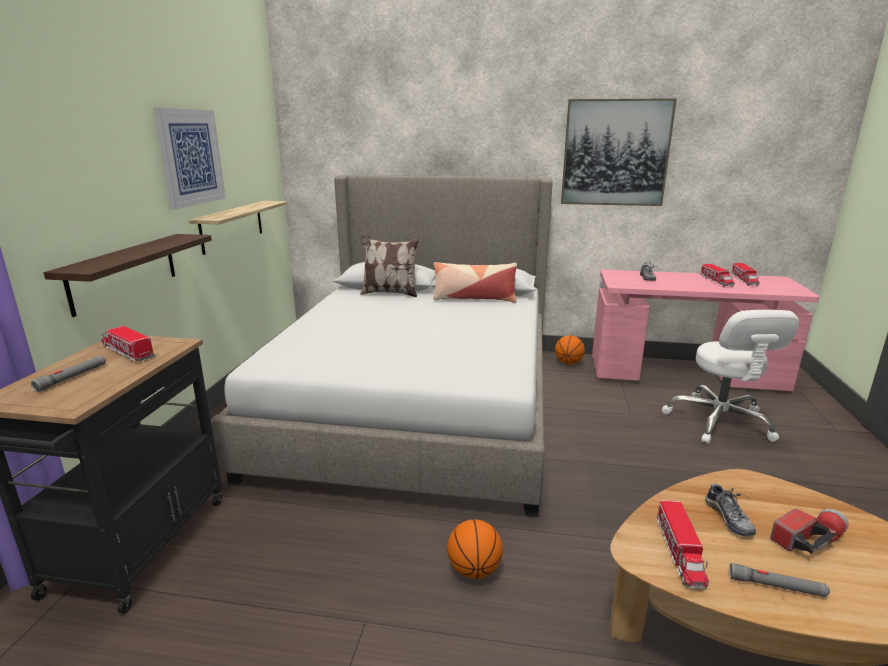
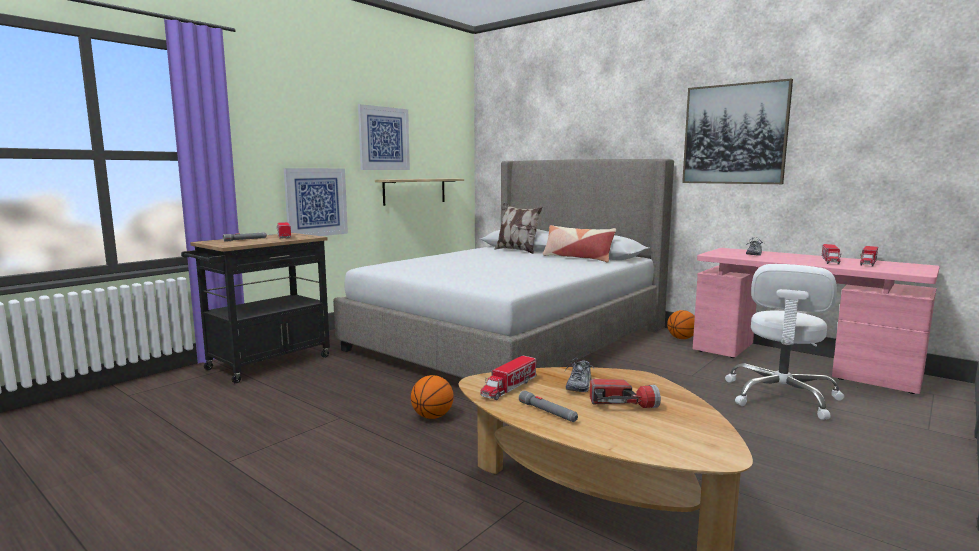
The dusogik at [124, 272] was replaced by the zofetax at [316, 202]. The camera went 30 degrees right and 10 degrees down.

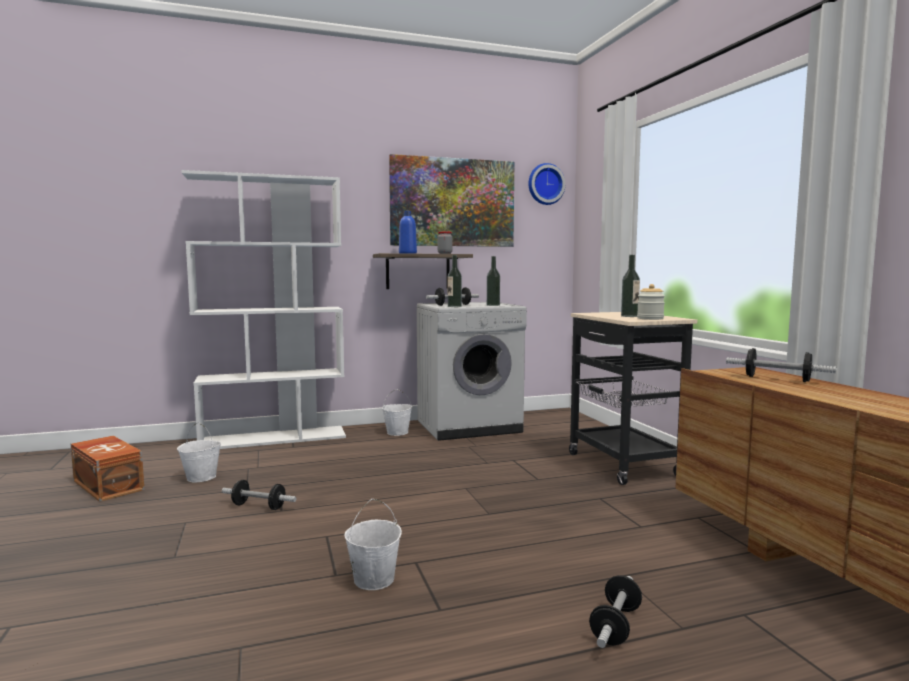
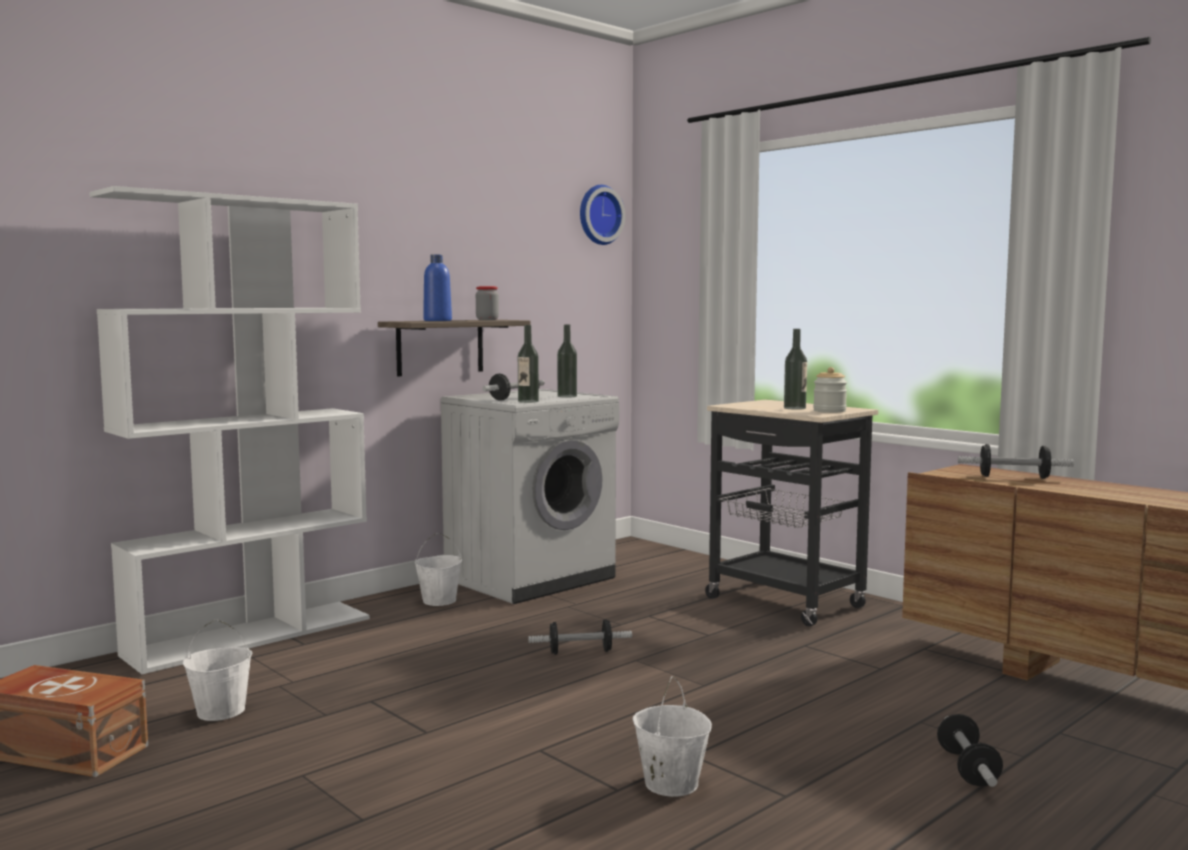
The zofetax at [452, 202] disappeared. The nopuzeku moved from [259, 506] to [580, 652]. The camera went 25 degrees left and 0 degrees up.

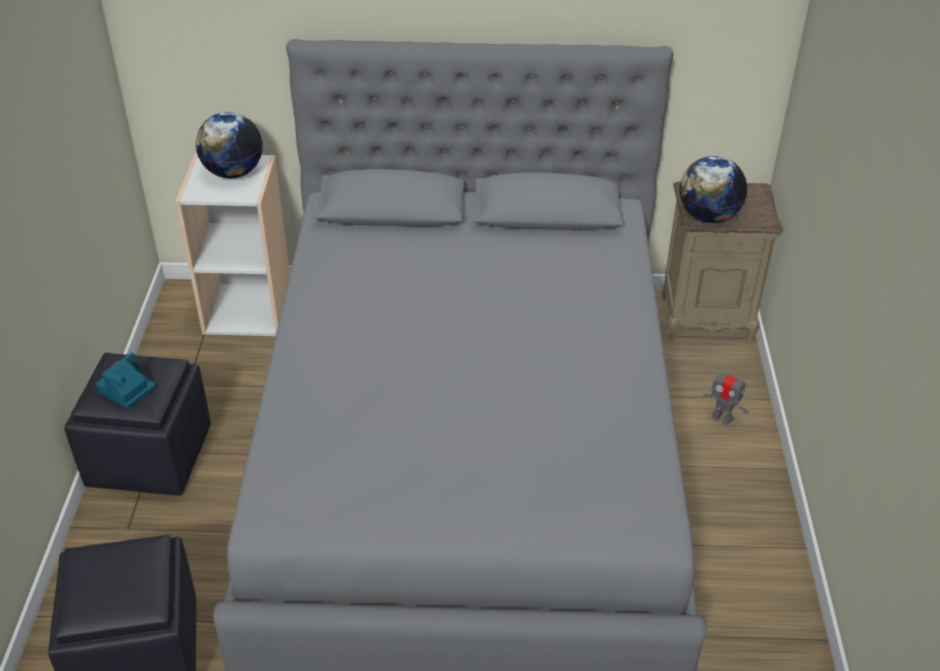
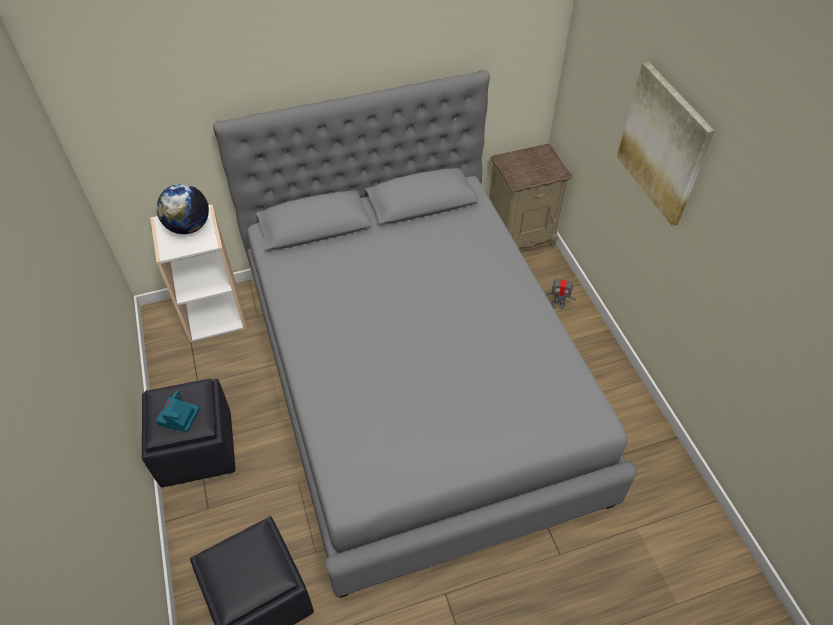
The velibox at [707, 216] disappeared. The zofetax at [663, 144] appeared. The camera went 20 degrees left and 10 degrees up.

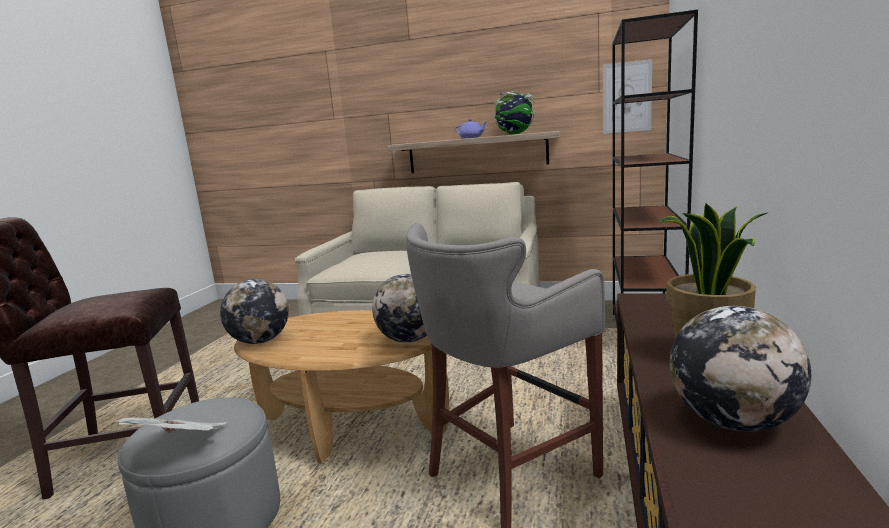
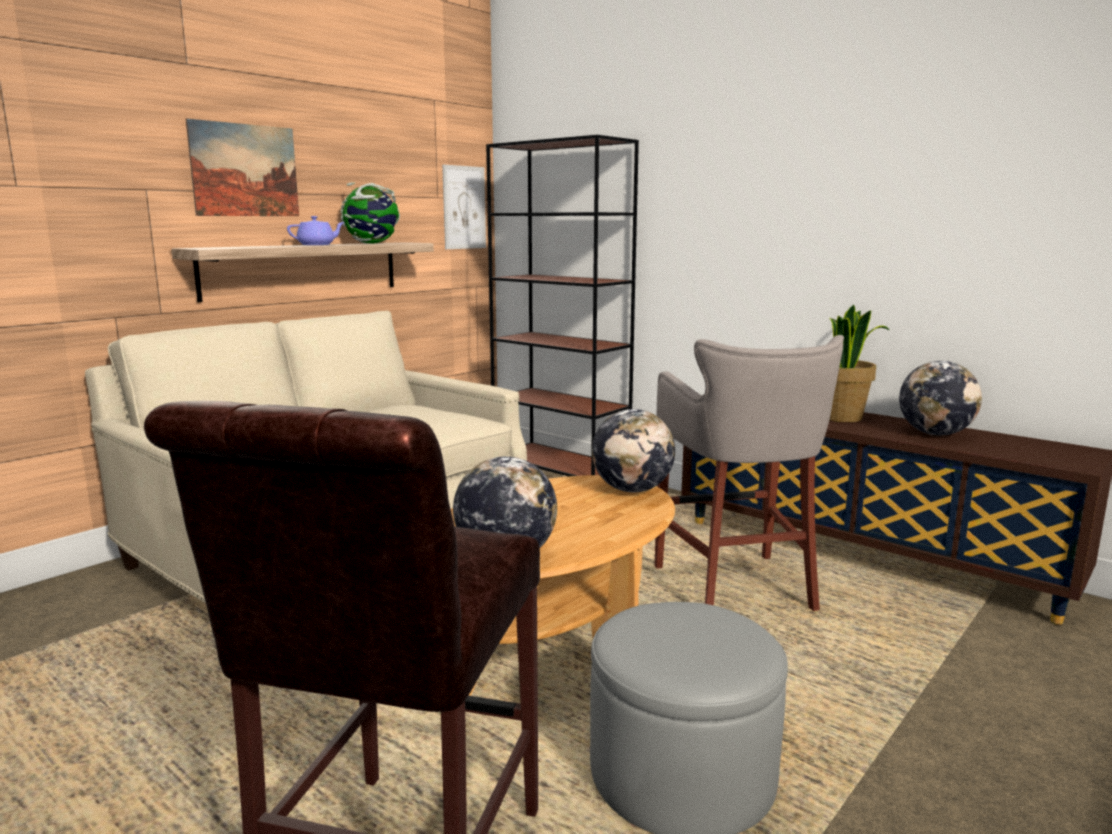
The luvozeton at [180, 445] disappeared. The zofetax at [245, 170] appeared. The camera went 65 degrees left and 0 degrees up.

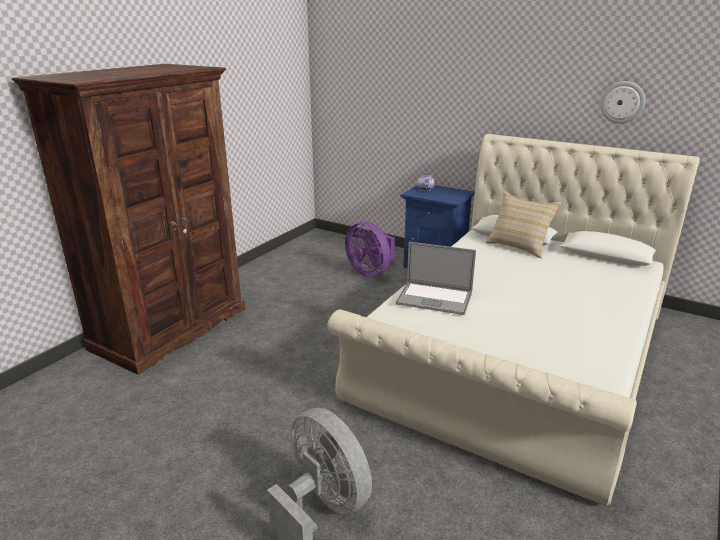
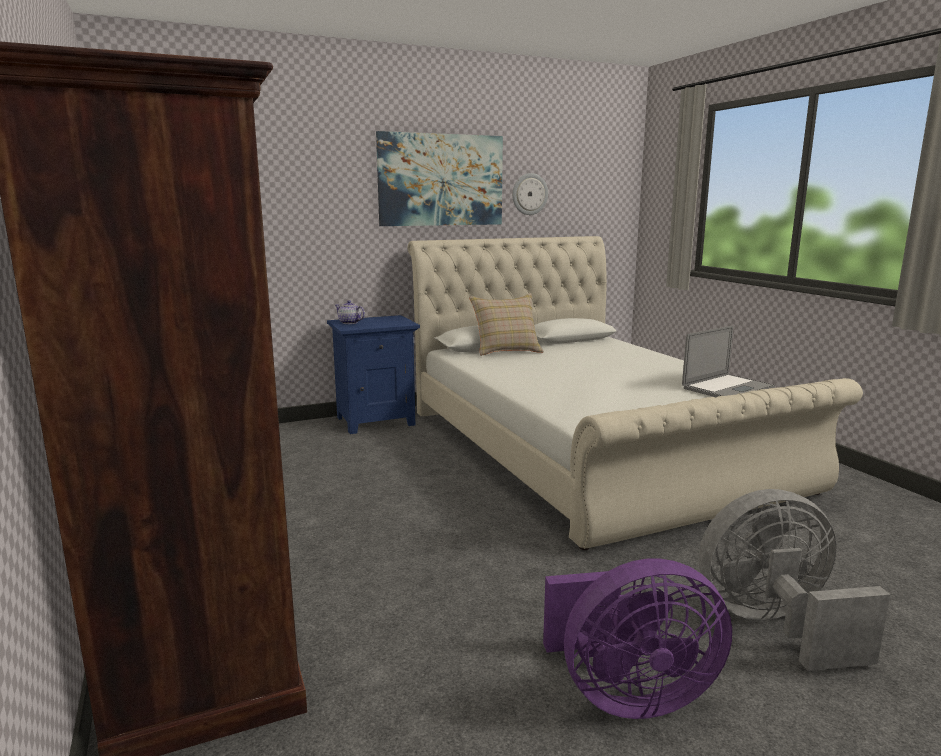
The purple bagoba moved from [370, 272] to [627, 695]. The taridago moved from [434, 298] to [728, 388]. The zofetax at [441, 180] appeared. The camera went 55 degrees left and 10 degrees down.

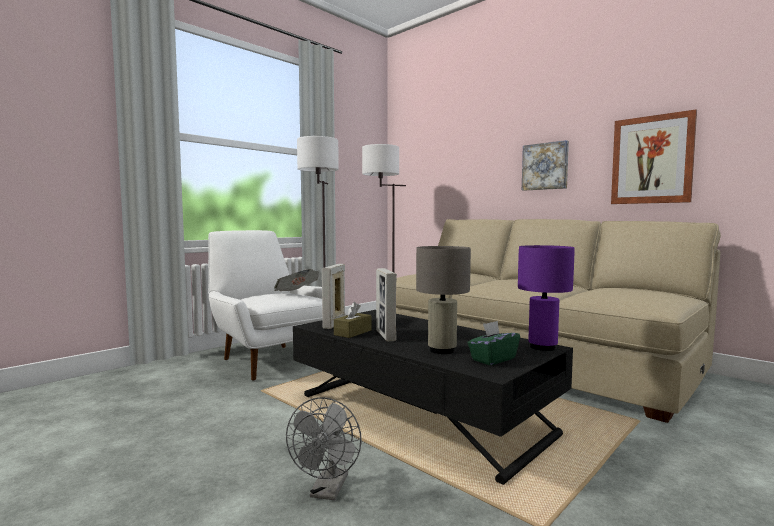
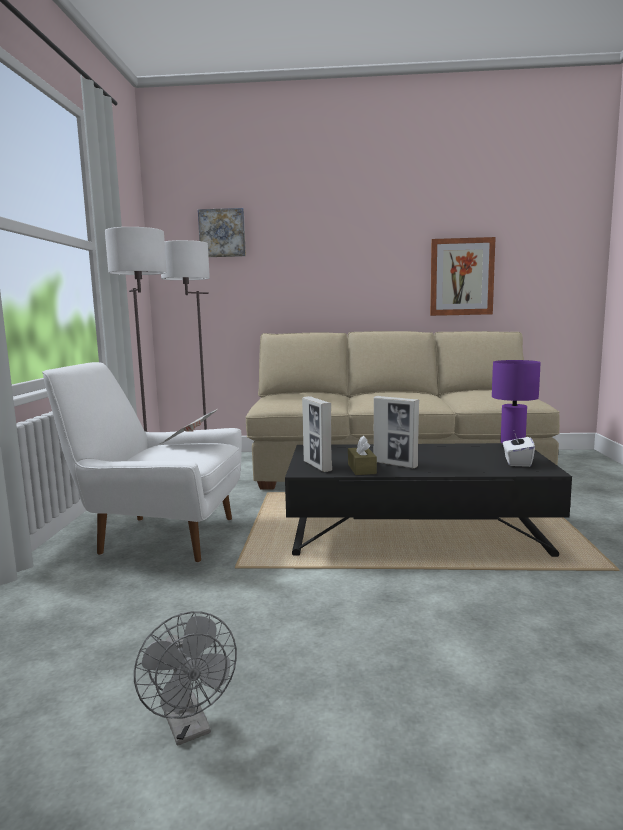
The zofetax moved from [545, 166] to [222, 233]. The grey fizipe at [441, 350] disappeared. The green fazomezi at [493, 359] became the white fazomezi at [517, 462]. The grey bagoba moved from [327, 491] to [190, 728]. The camera went 40 degrees left and 5 degrees up.

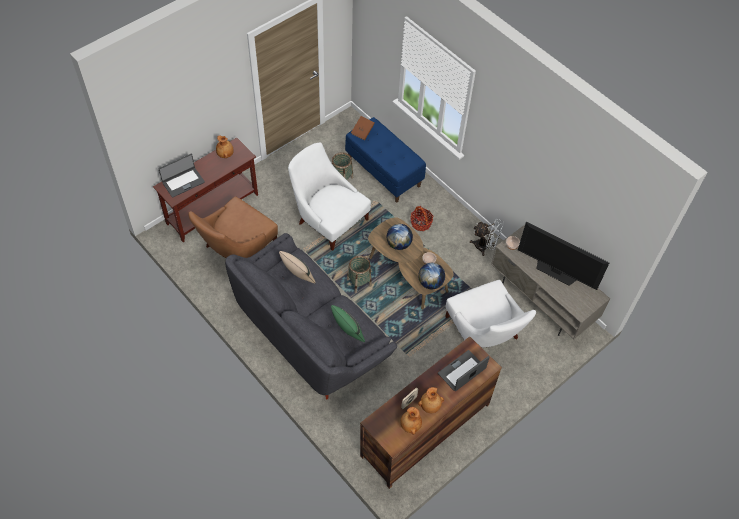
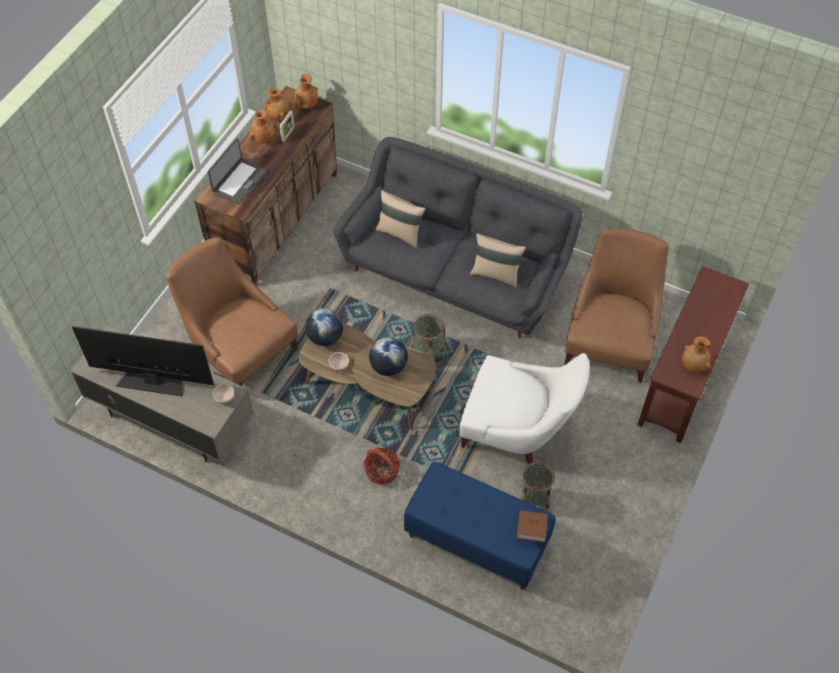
The taridago at [183, 182] disappeared. The white bagoba at [485, 247] disappeared. The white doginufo at [485, 333] became the brown doginufo at [239, 346]. The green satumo at [347, 332] became the beige satumo at [400, 233]. The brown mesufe at [306, 104] appeared. The camera went 160 degrees right and 0 degrees up.

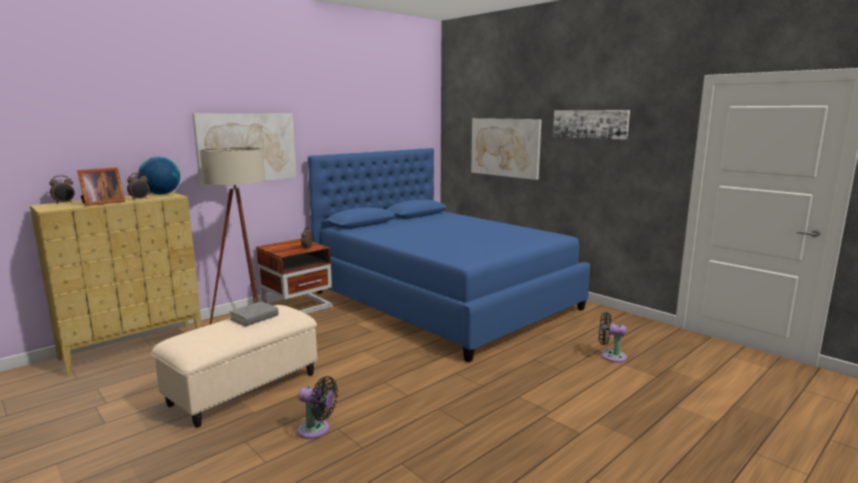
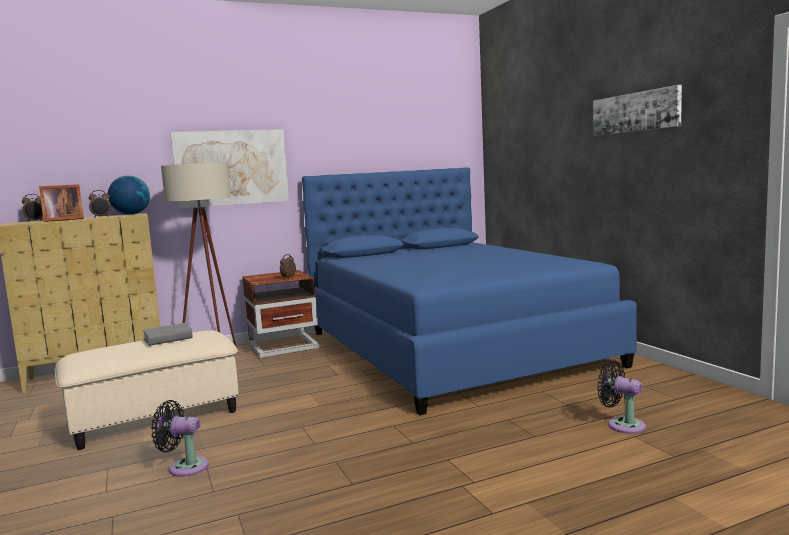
The zofetax at [505, 147] disappeared. The black bagoba at [317, 430] turned 150 degrees clockwise. The camera went 20 degrees right and 5 degrees down.

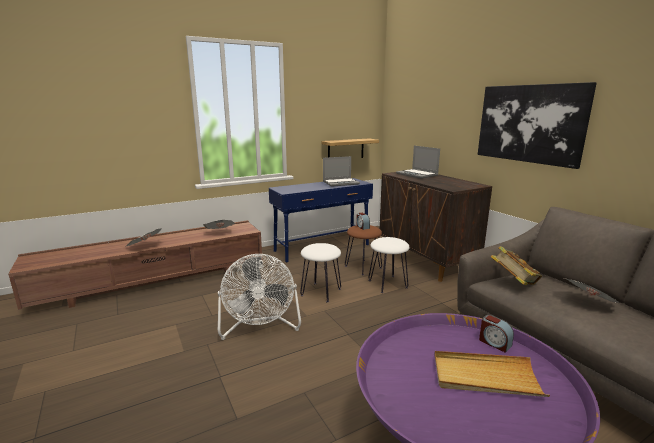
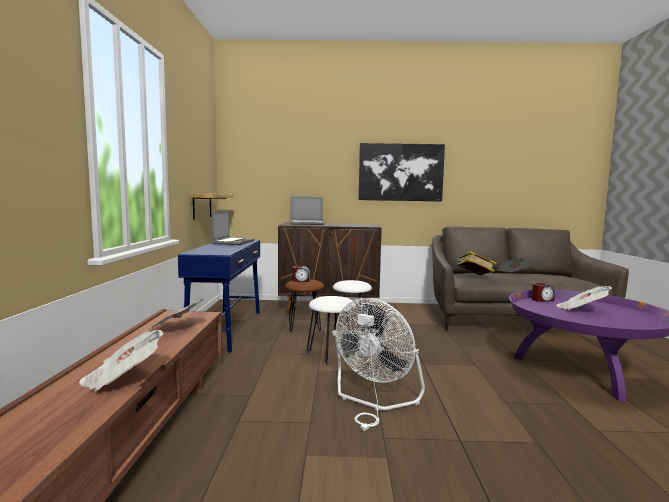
The white bagoba at [257, 326] turned 75 degrees counterclockwise. The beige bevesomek at [485, 377] was replaced by the luvozeton at [581, 309]. The camera went 60 degrees left and 10 degrees down.

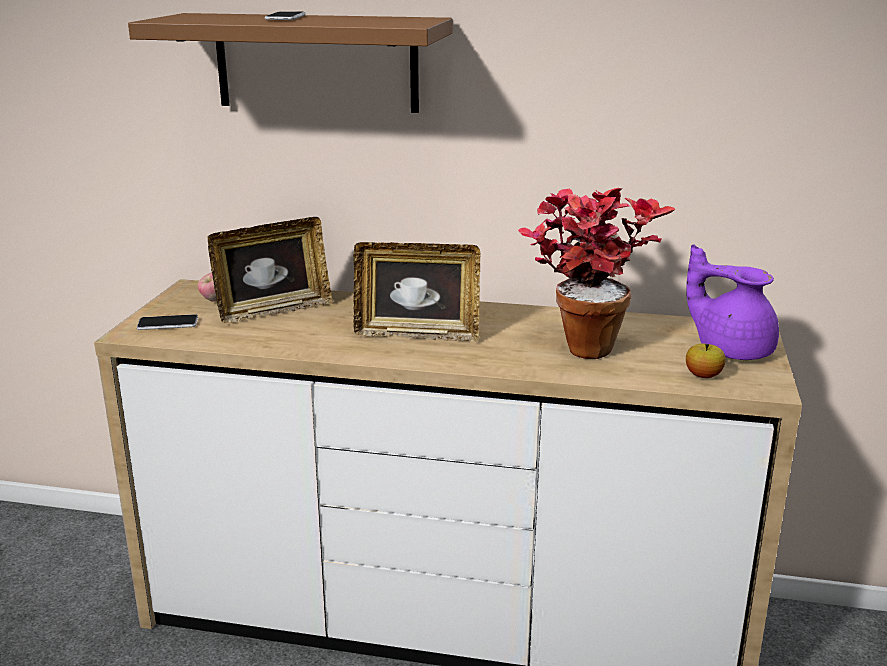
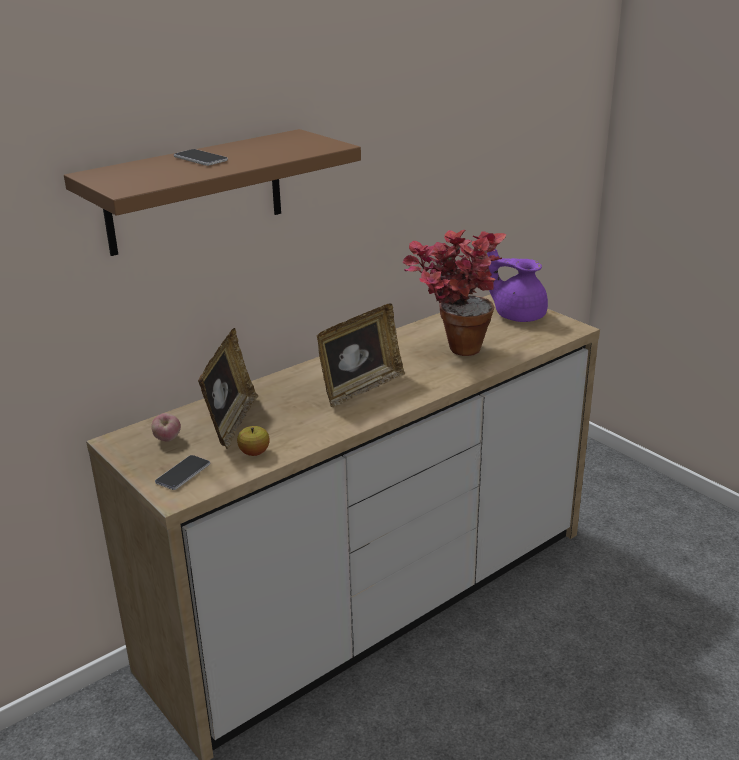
The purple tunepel at [731, 349] turned 45 degrees clockwise. The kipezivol moved from [703, 376] to [254, 453]. The camera went 50 degrees left and 5 degrees up.

